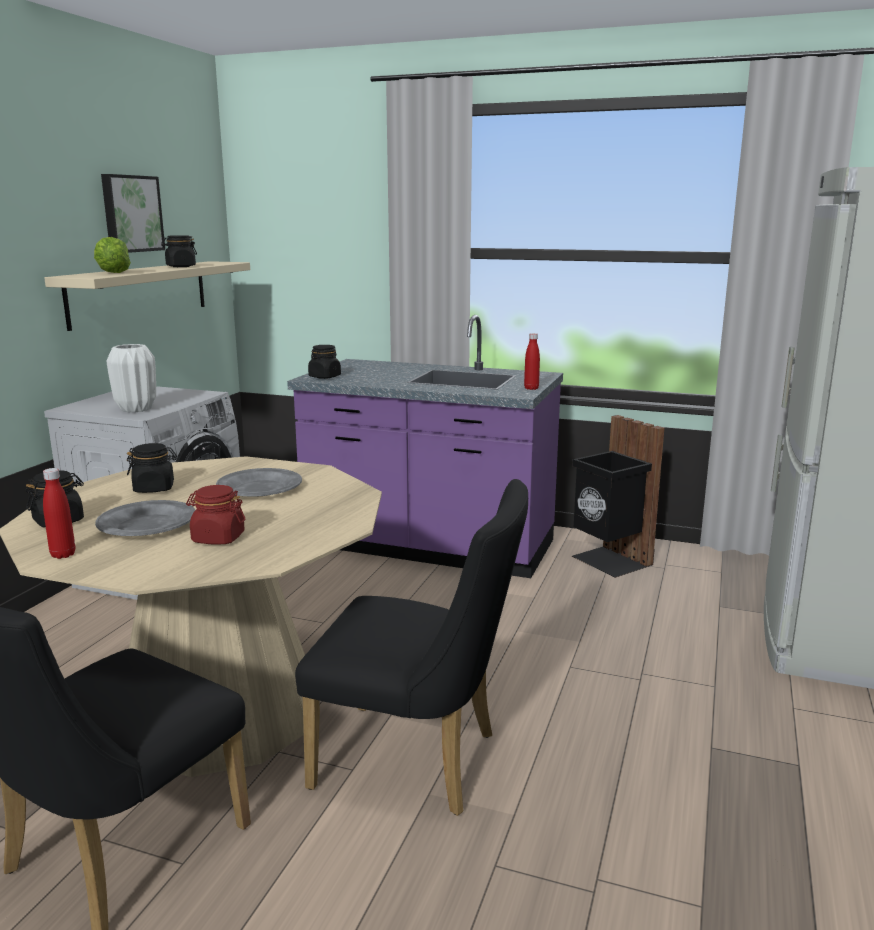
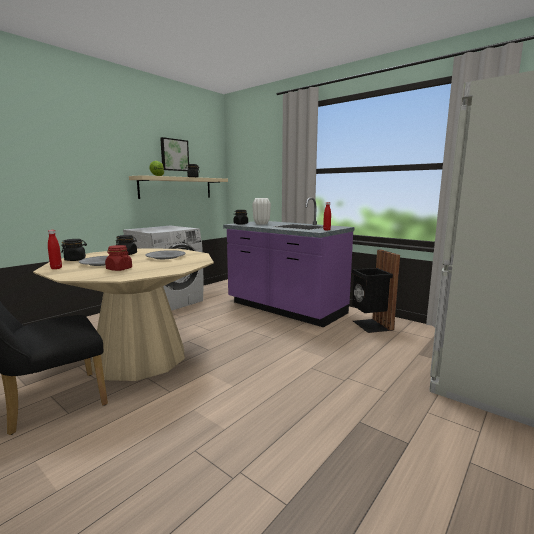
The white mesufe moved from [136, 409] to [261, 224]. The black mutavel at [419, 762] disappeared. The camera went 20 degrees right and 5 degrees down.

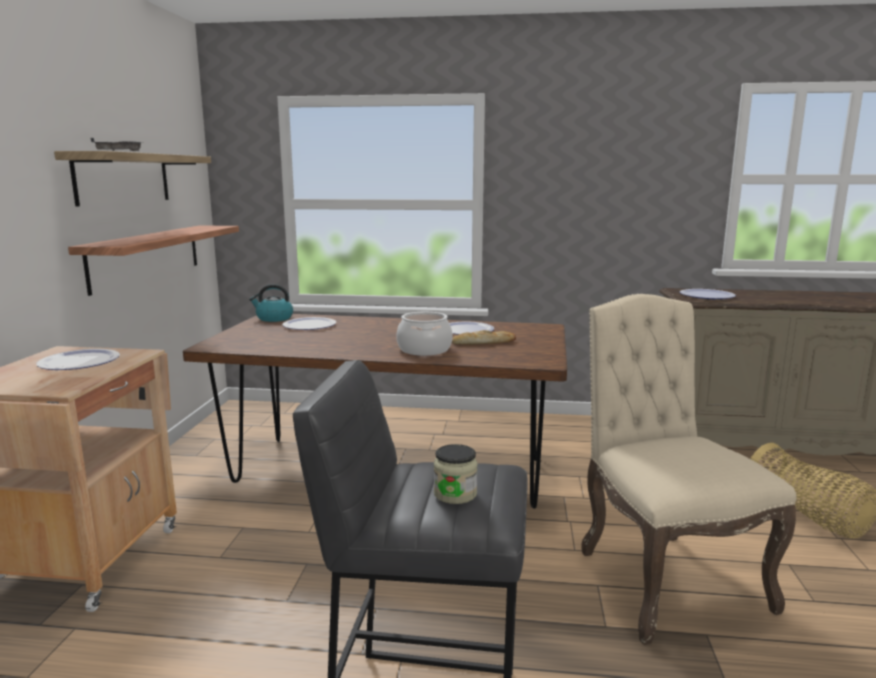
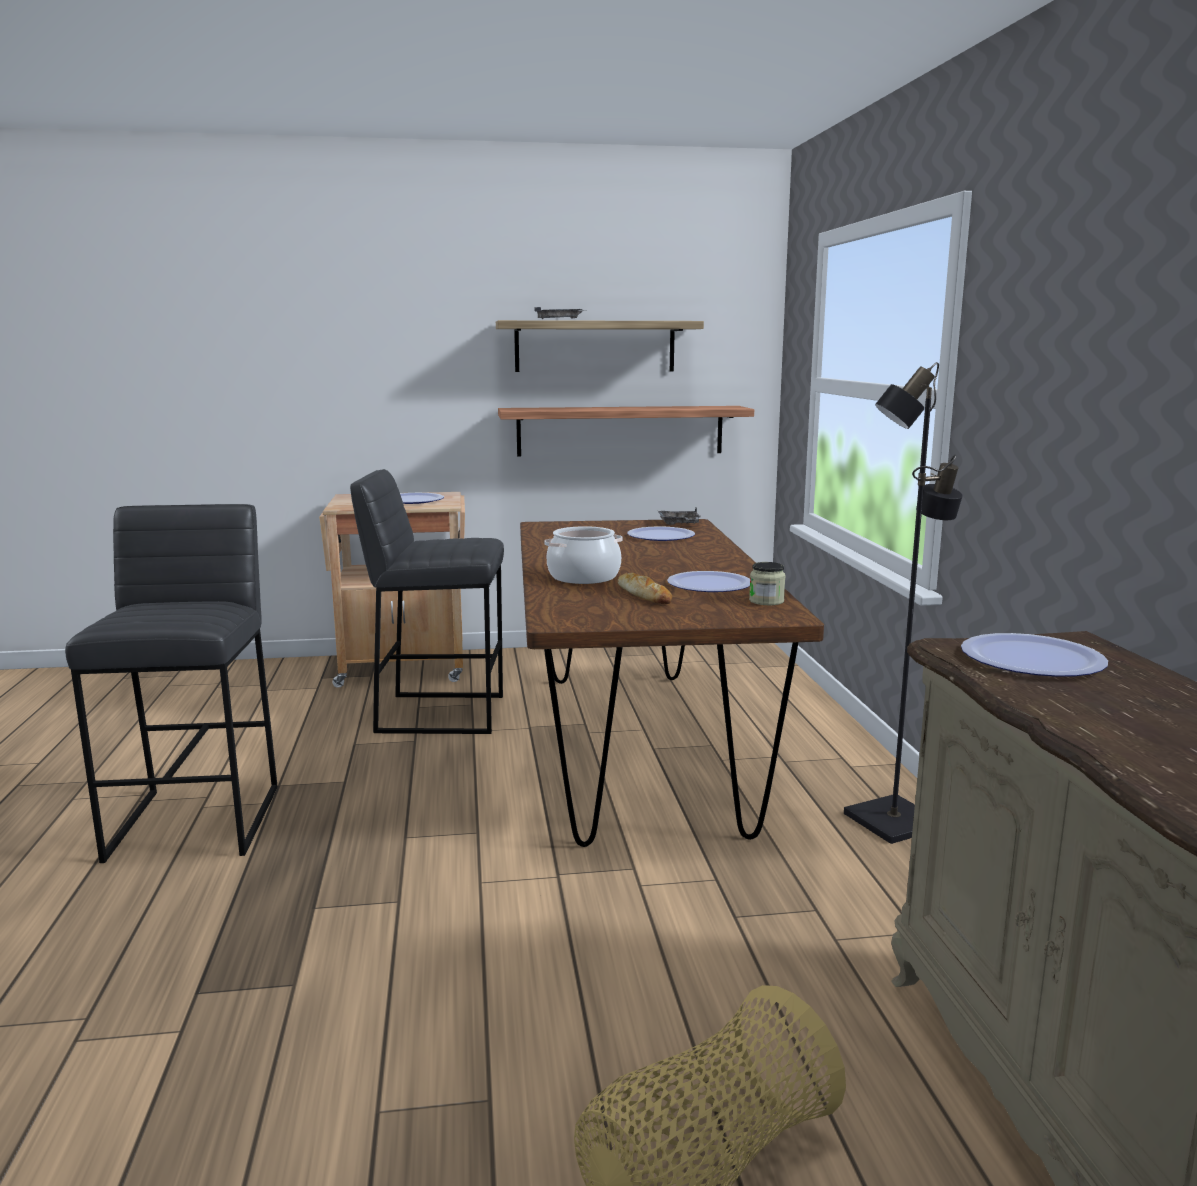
The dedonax at [274, 318] was replaced by the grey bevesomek at [679, 524]. The beige mutavel at [665, 579] disappeared. The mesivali moved from [455, 494] to [766, 601]. The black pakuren at [893, 821] appeared. The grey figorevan at [438, 714] appeared. The camera went 75 degrees right and 0 degrees up.

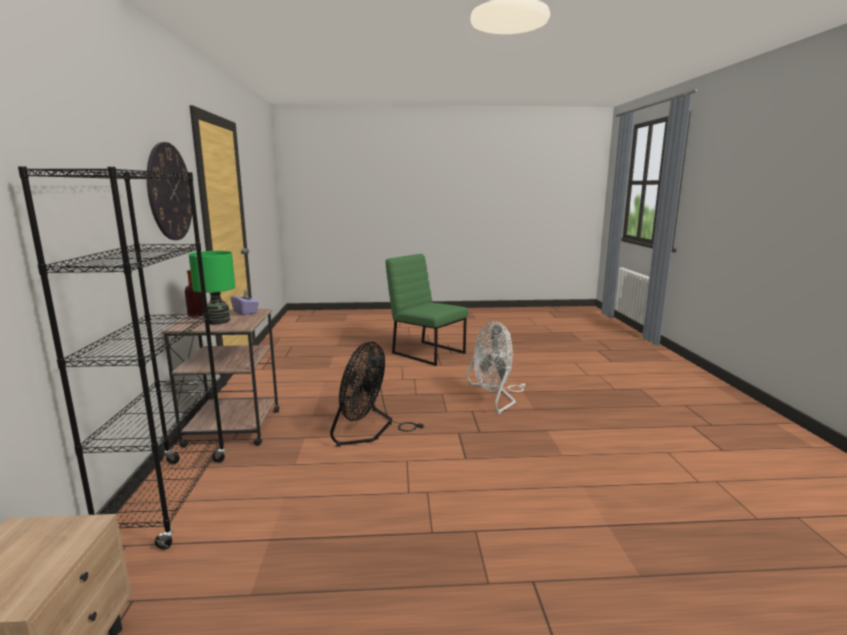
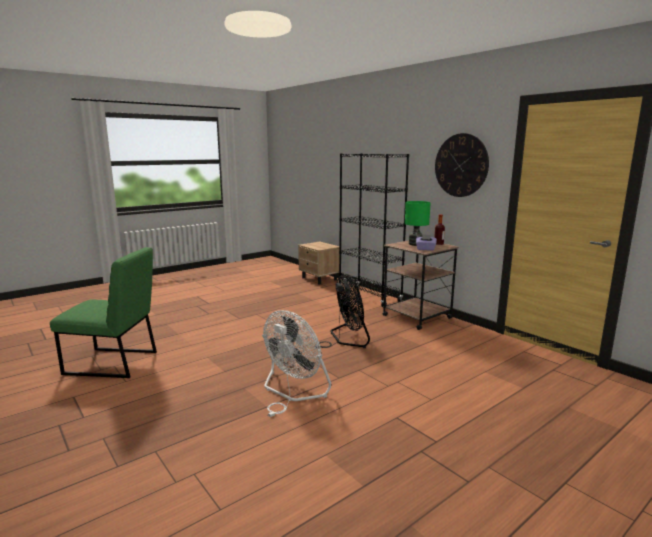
The green mutavel moved from [427, 352] to [113, 363]. The camera went 145 degrees right and 0 degrees up.

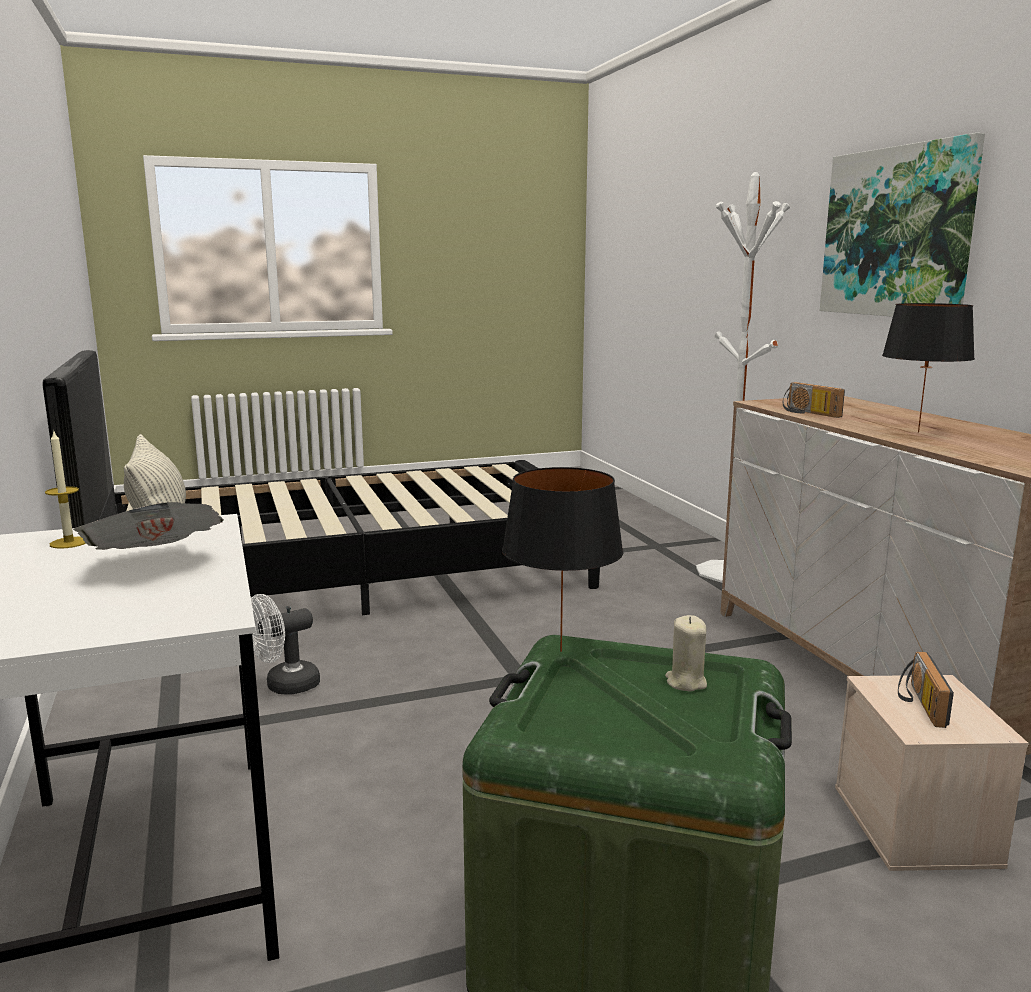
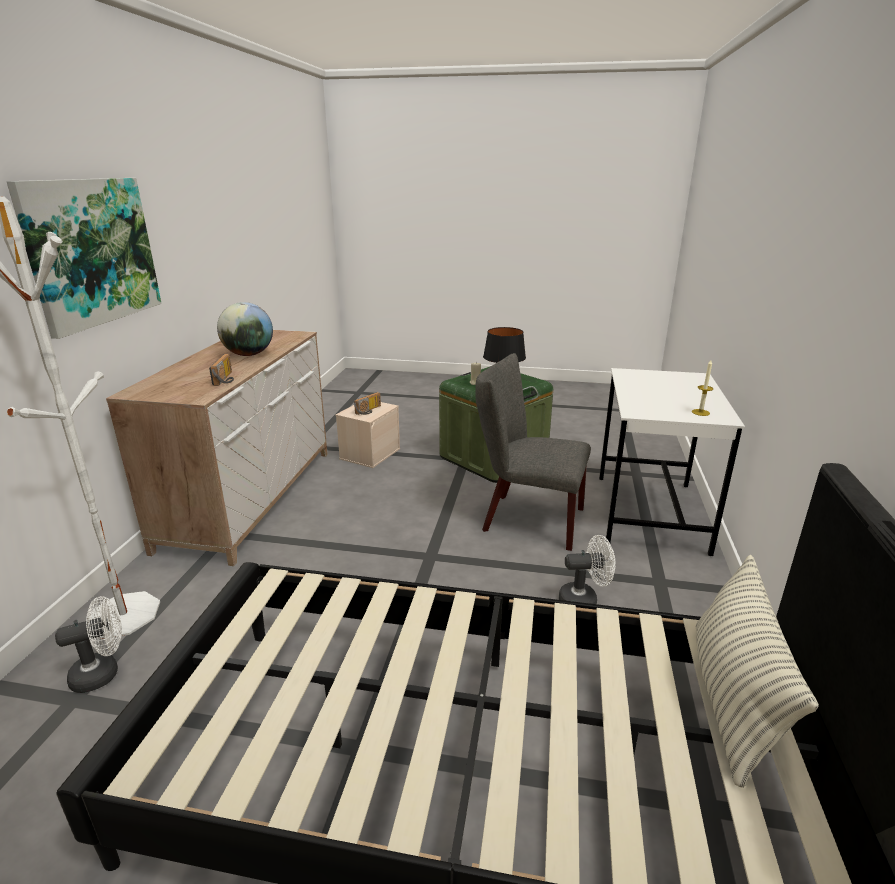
The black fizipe at [917, 432] was replaced by the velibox at [249, 354]. The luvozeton at [156, 564] disappeared. The grey mutavel at [526, 519] appeared. The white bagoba at [103, 673] appeared. The camera went 150 degrees left and 10 degrees up.

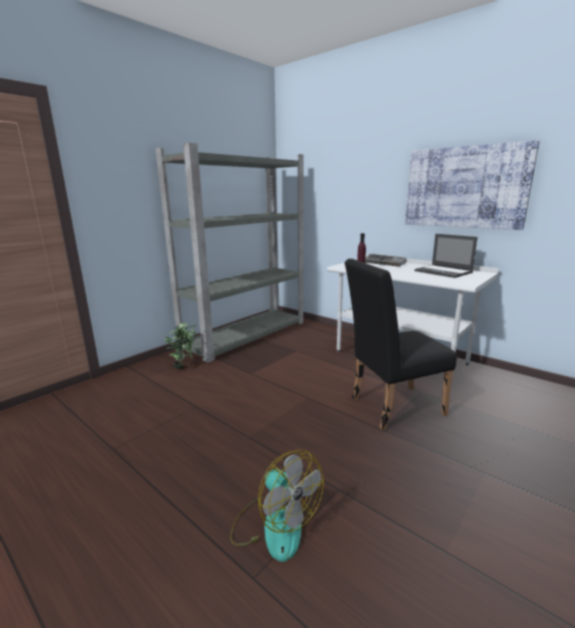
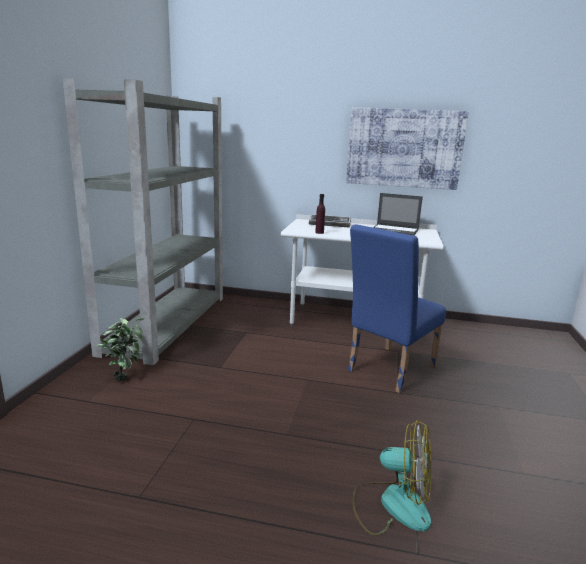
The black mutavel at [390, 407] became the blue mutavel at [387, 370]. The camera went 30 degrees left and 0 degrees up.

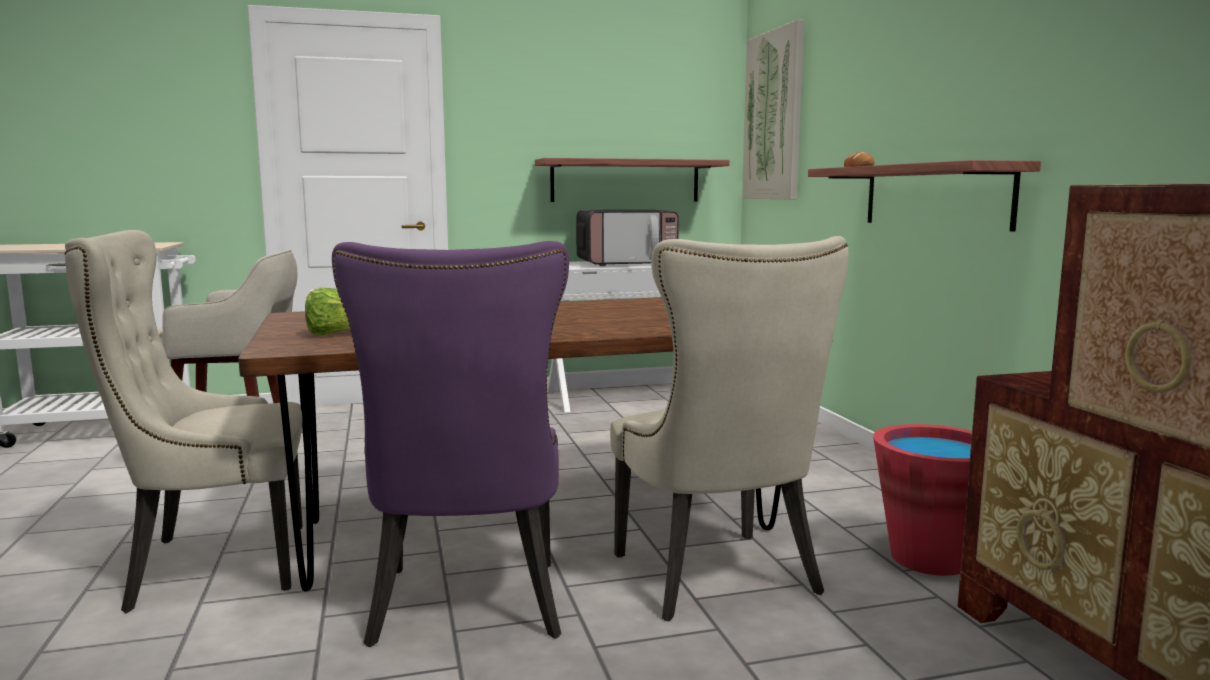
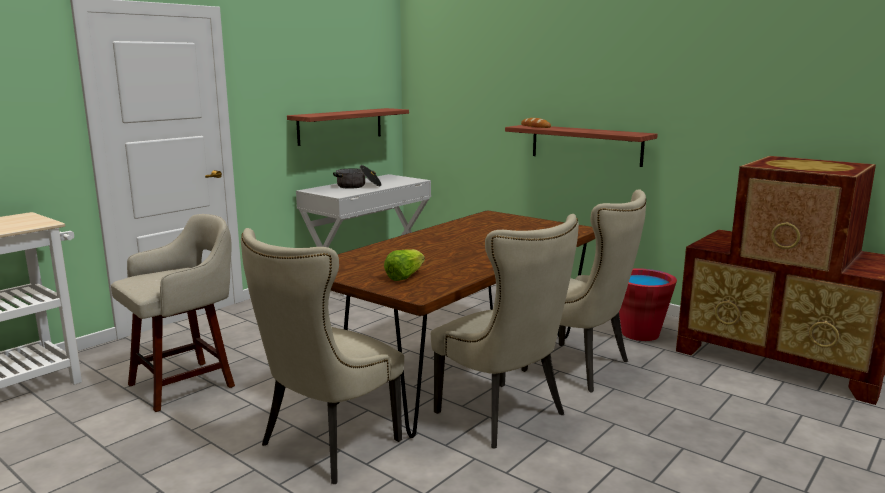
The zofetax at [773, 116] disappeared. The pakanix at [626, 263] was replaced by the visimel at [358, 186]. The purple mutavel at [468, 605] became the beige mutavel at [502, 415]. The camera went 35 degrees left and 5 degrees up.

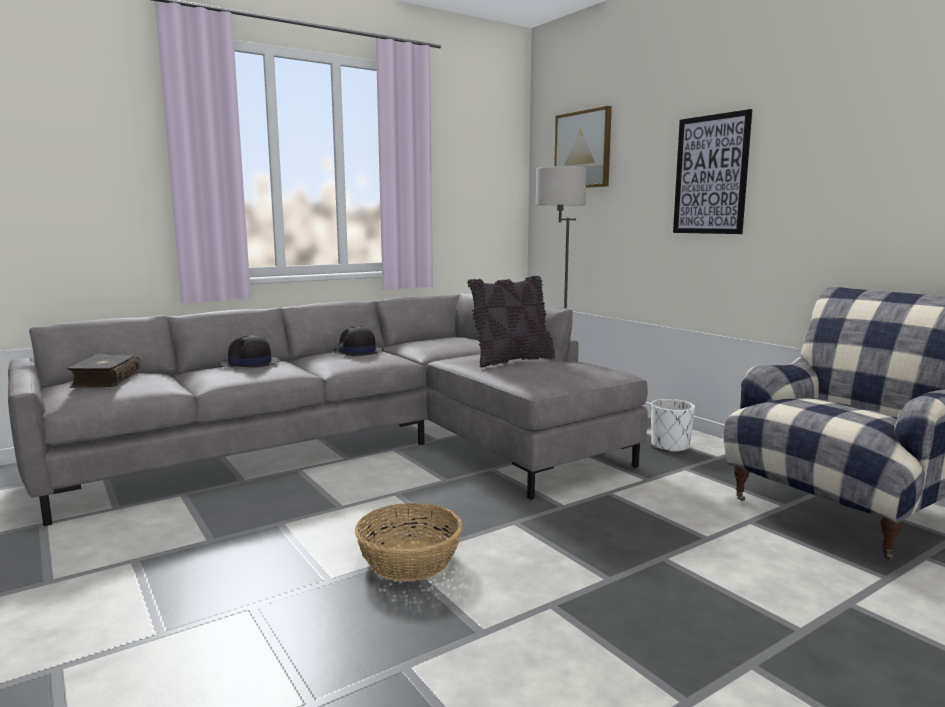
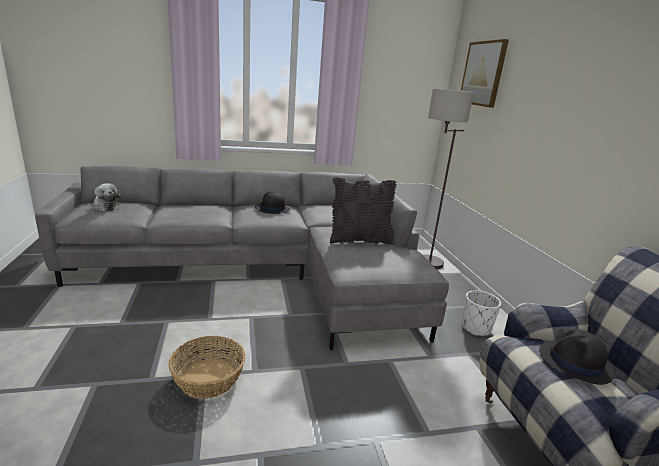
The zofetax at [711, 175] disappeared. The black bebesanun moved from [250, 363] to [575, 363]. The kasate at [105, 380] was replaced by the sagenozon at [105, 207]. The camera went 20 degrees right and 10 degrees up.

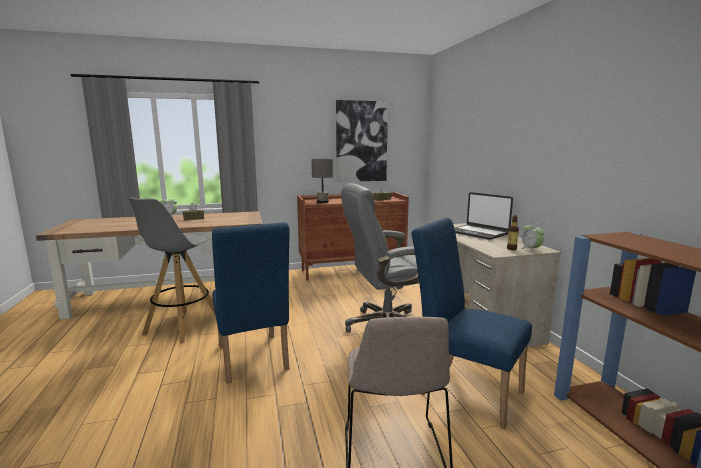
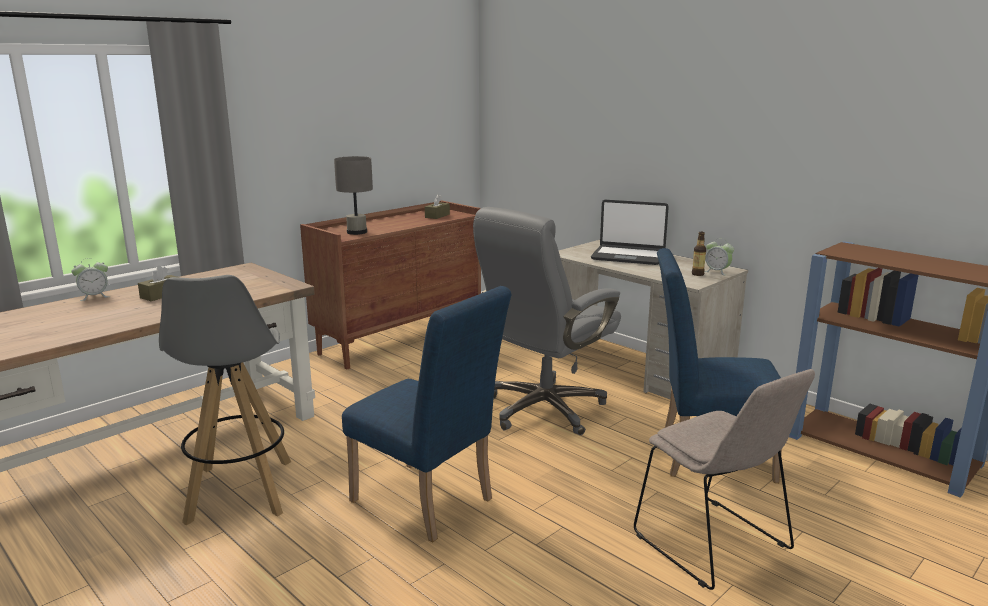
The zofetax at [361, 141] disappeared. The camera went 30 degrees left and 5 degrees up.

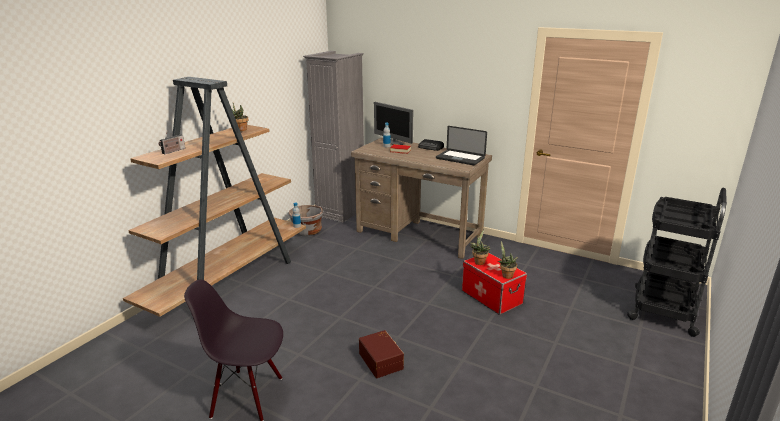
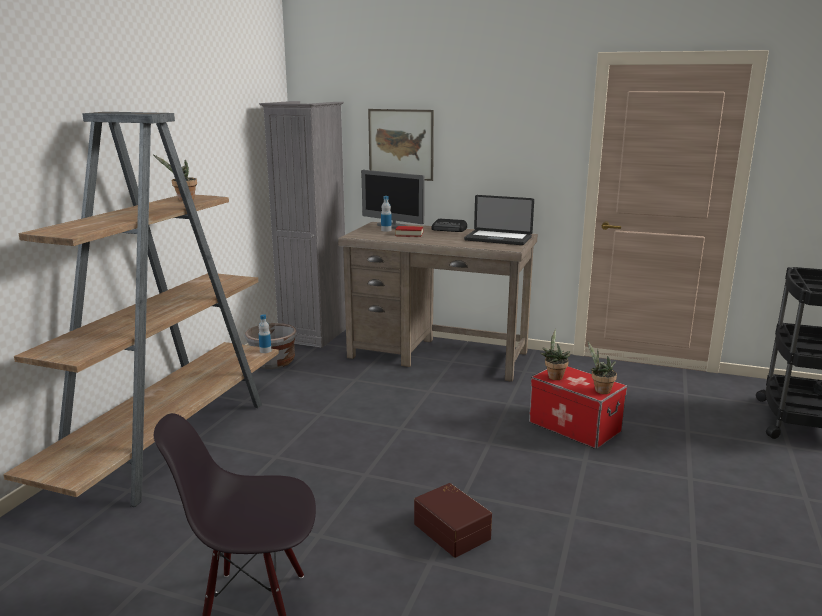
The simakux at [173, 151] disappeared. The zofetax at [401, 144] appeared. The camera went 10 degrees left and 5 degrees down.

